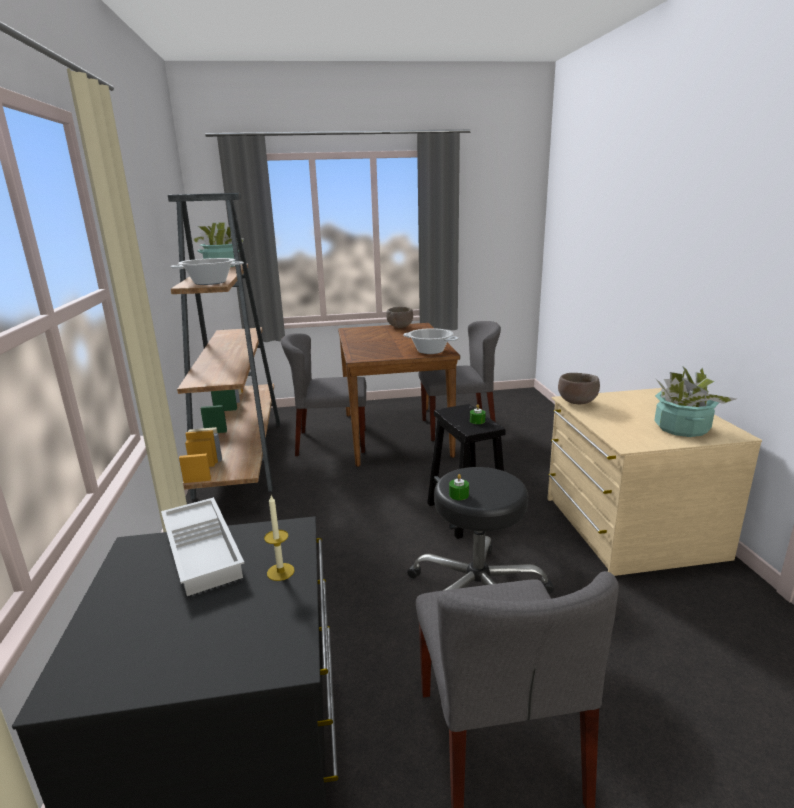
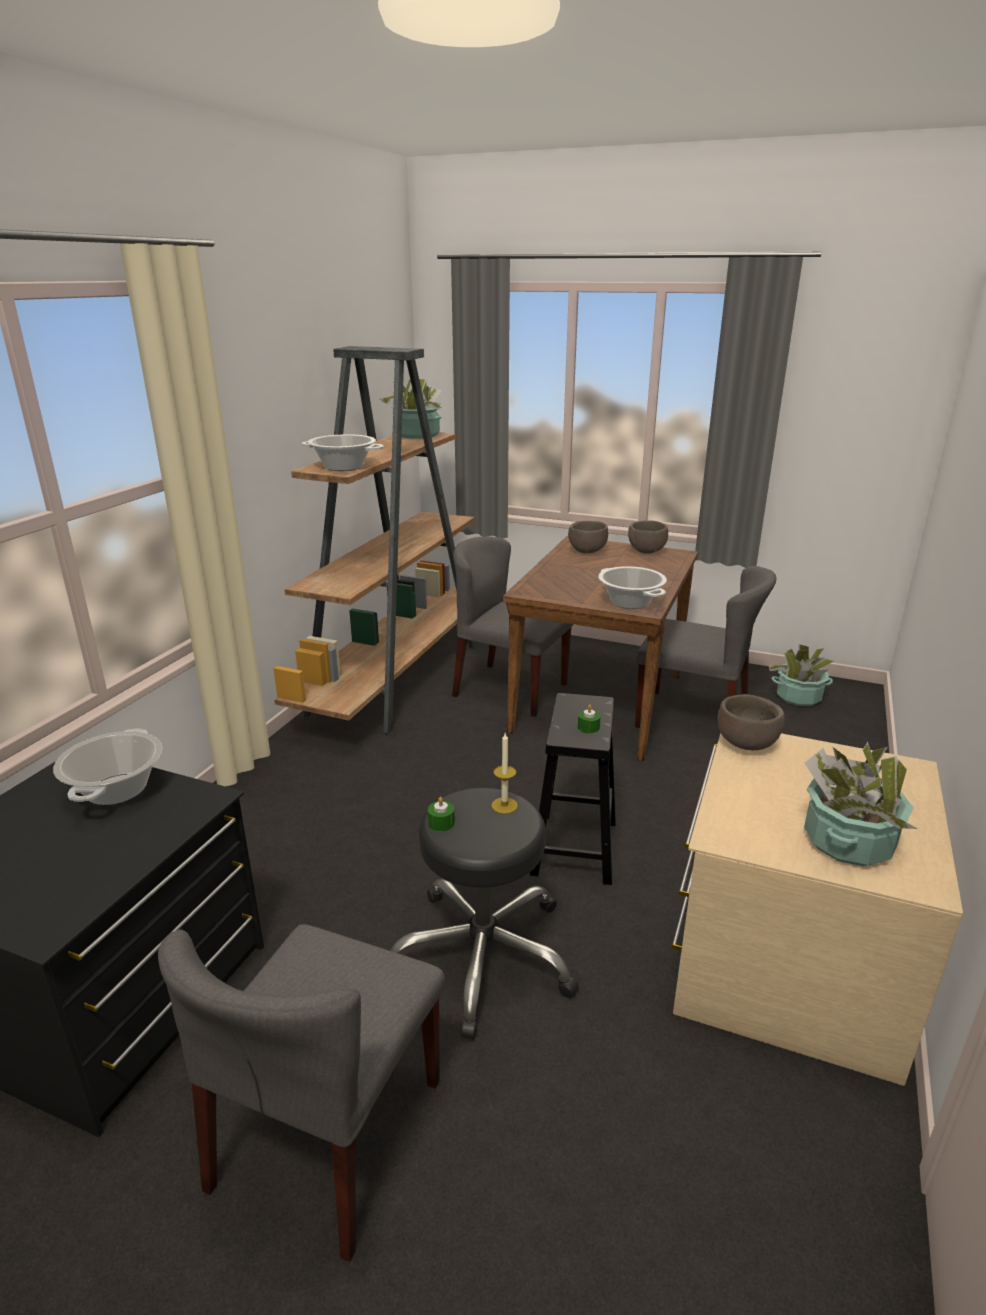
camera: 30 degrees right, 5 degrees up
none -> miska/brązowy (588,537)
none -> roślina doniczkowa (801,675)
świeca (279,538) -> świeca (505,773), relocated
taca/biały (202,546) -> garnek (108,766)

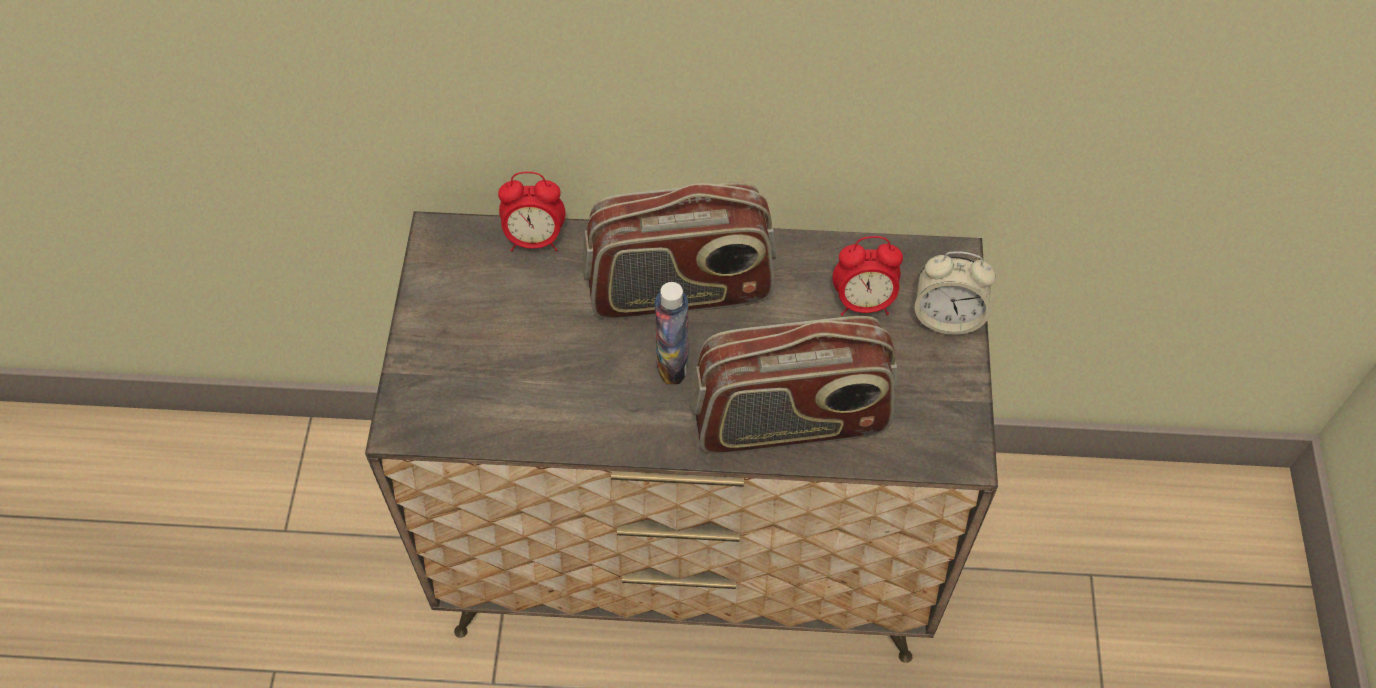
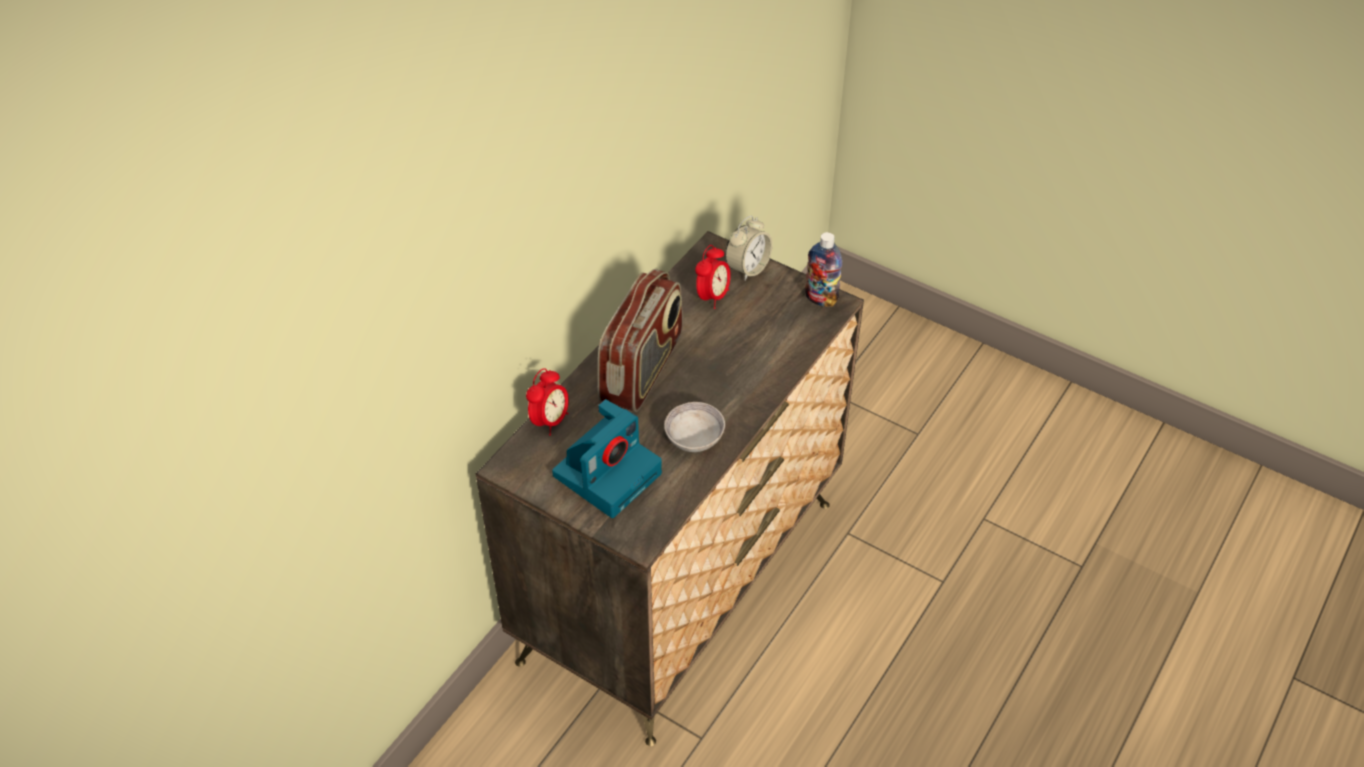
camera: 60 degrees left, 10 degrees down
radio (793,385) -> none
none -> aparat fotograficzny (607,458)
none -> miska/szary (694,427)
butelka (672,333) -> butelka (823,269), relocated

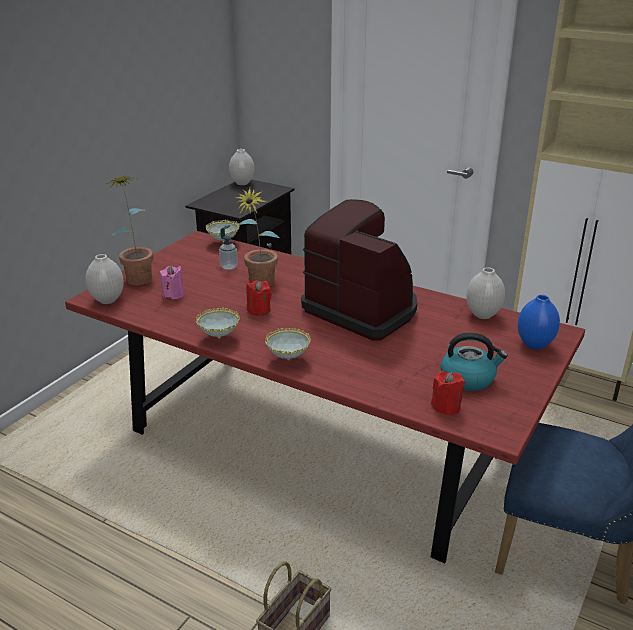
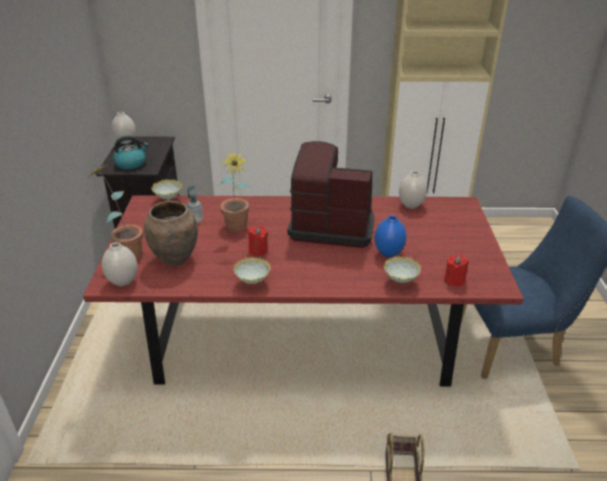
camera: 30 degrees left, 5 degrees up
miska (288,344) -> miska (402,269), relocated
czajnik (474,361) -> czajnik (131,152), relocated
wazon/niebieski (538,322) -> wazon/niebieski (390,236), relocated
świeca/różowy (172,282) -> wazon/brązowy (171,233)

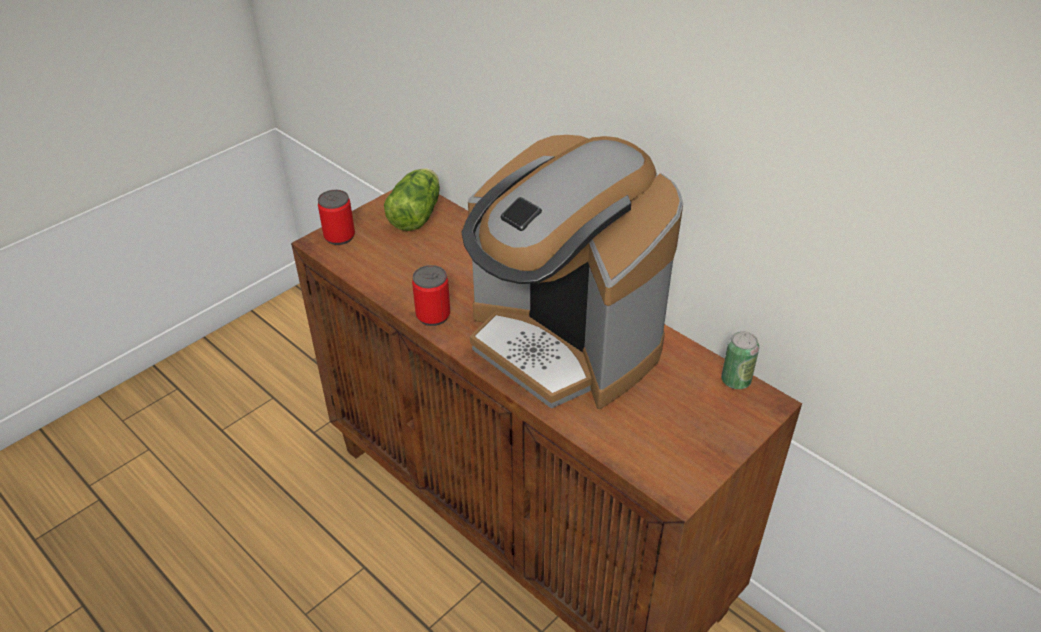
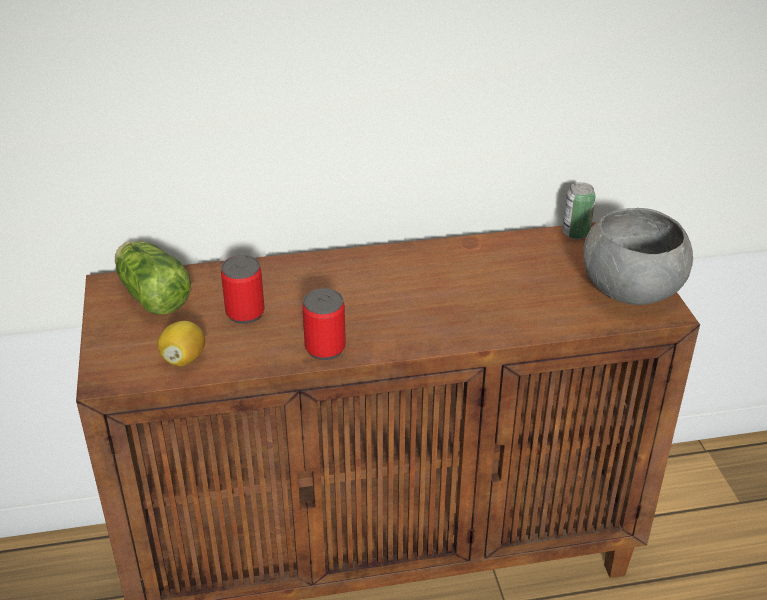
camera: 55 degrees left, 5 degrees down
ekspres do kawy (572,272) -> none
none -> cytryna (181,344)
none -> miska/szary (638,256)
puszka (336,217) -> puszka (243,289), relocated

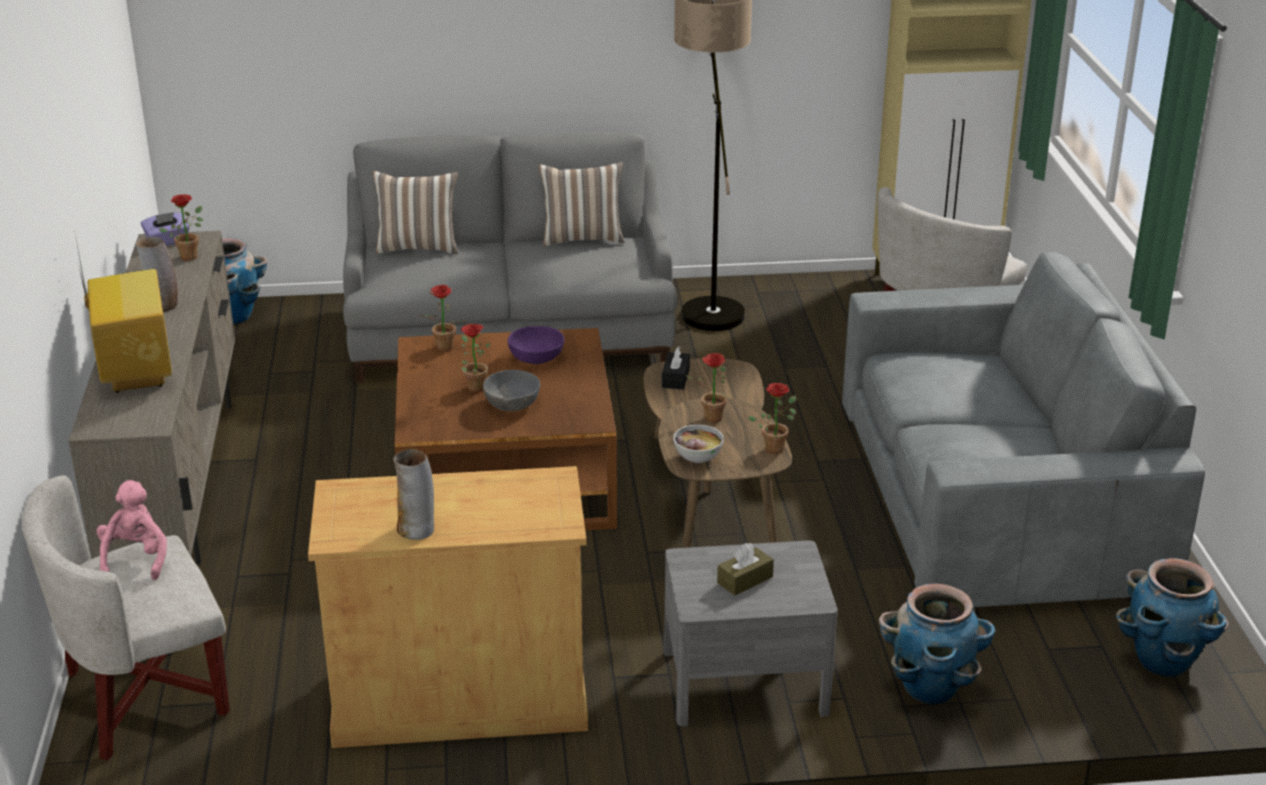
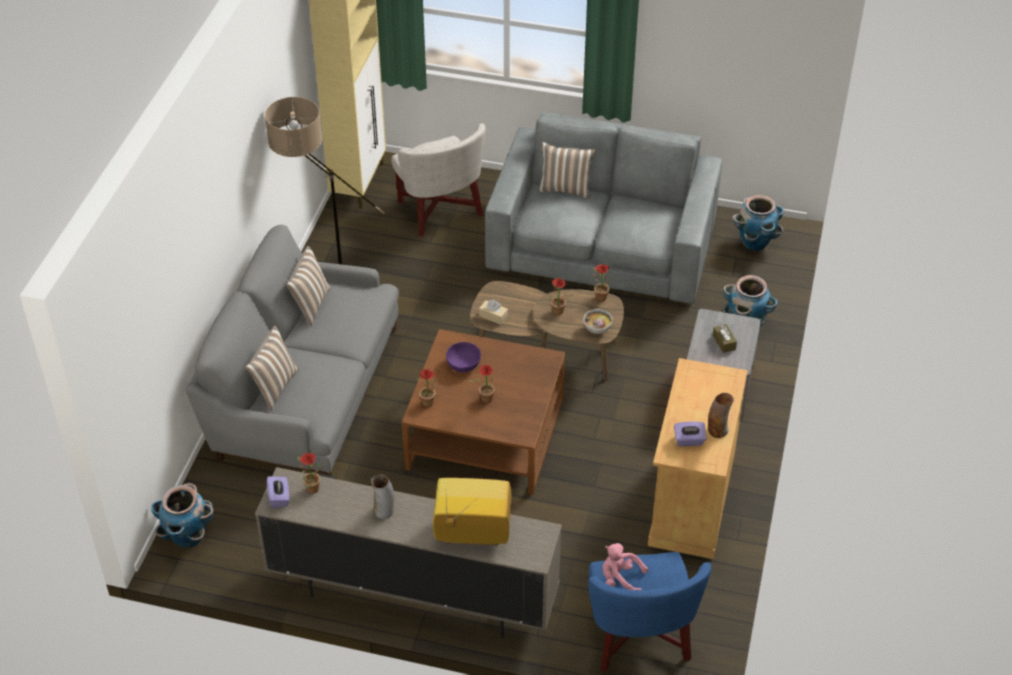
camera: 70 degrees left, 15 degrees up
miska/szary (511,390) -> none
none -> poduszka (567,170)
none -> pudełko chusteczek/fioletowy (690,434)
fotel/biały (126,617) -> fotel/niebieski (649,612)
pudełko chusteczek/czarny (676,368) -> pudełko chusteczek/beżowy (493,312)

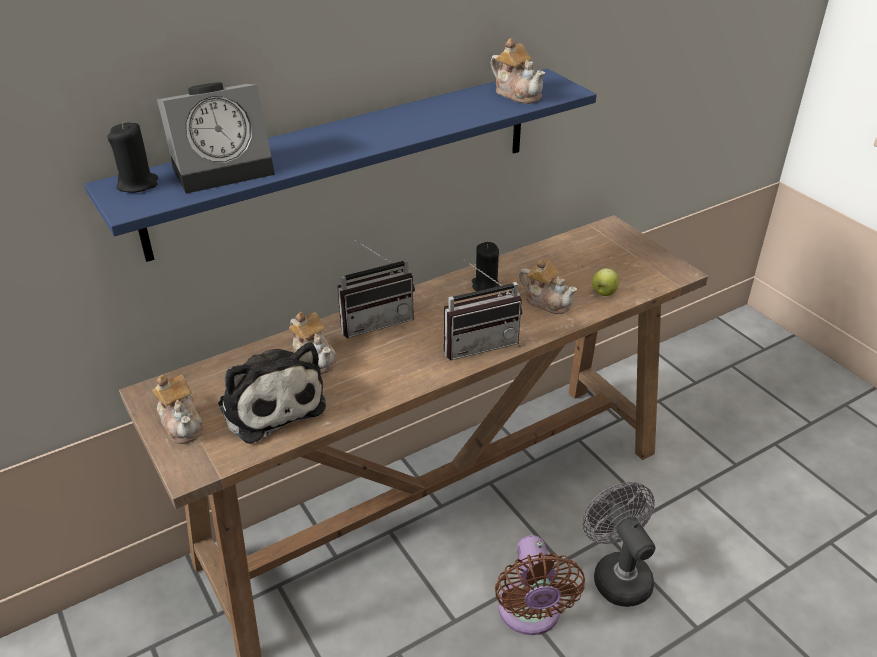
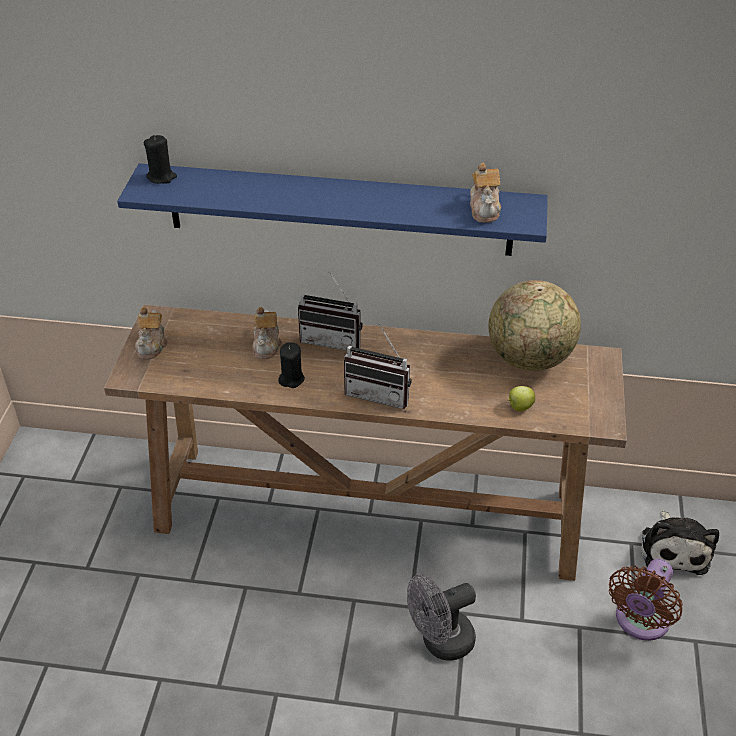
camera: 40 degrees right, 5 degrees up
budzik (216,138) -> none
imbryk (548,286) -> none
none -> globus (534,325)
pluszak (272,393) -> pluszak (680,542), relocated
świeca/czarny (486,266) -> świeca/czarny (291,365), relocated
wentylator/brązowy (540,585) -> wentylator/brązowy (646,600), relocated
wentylator/szary (618,544) -> wentylator/szary (441,617), 135 degrees counterclockwise

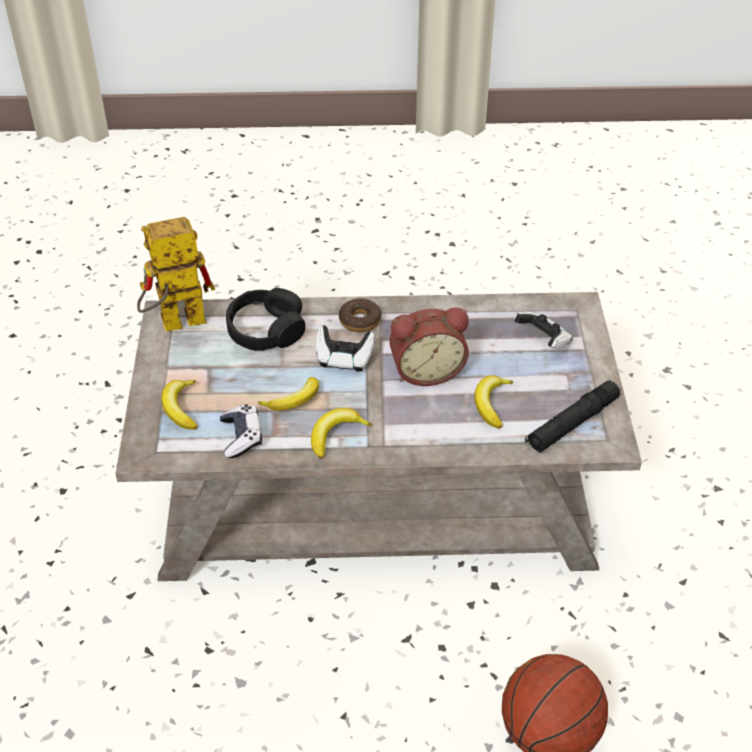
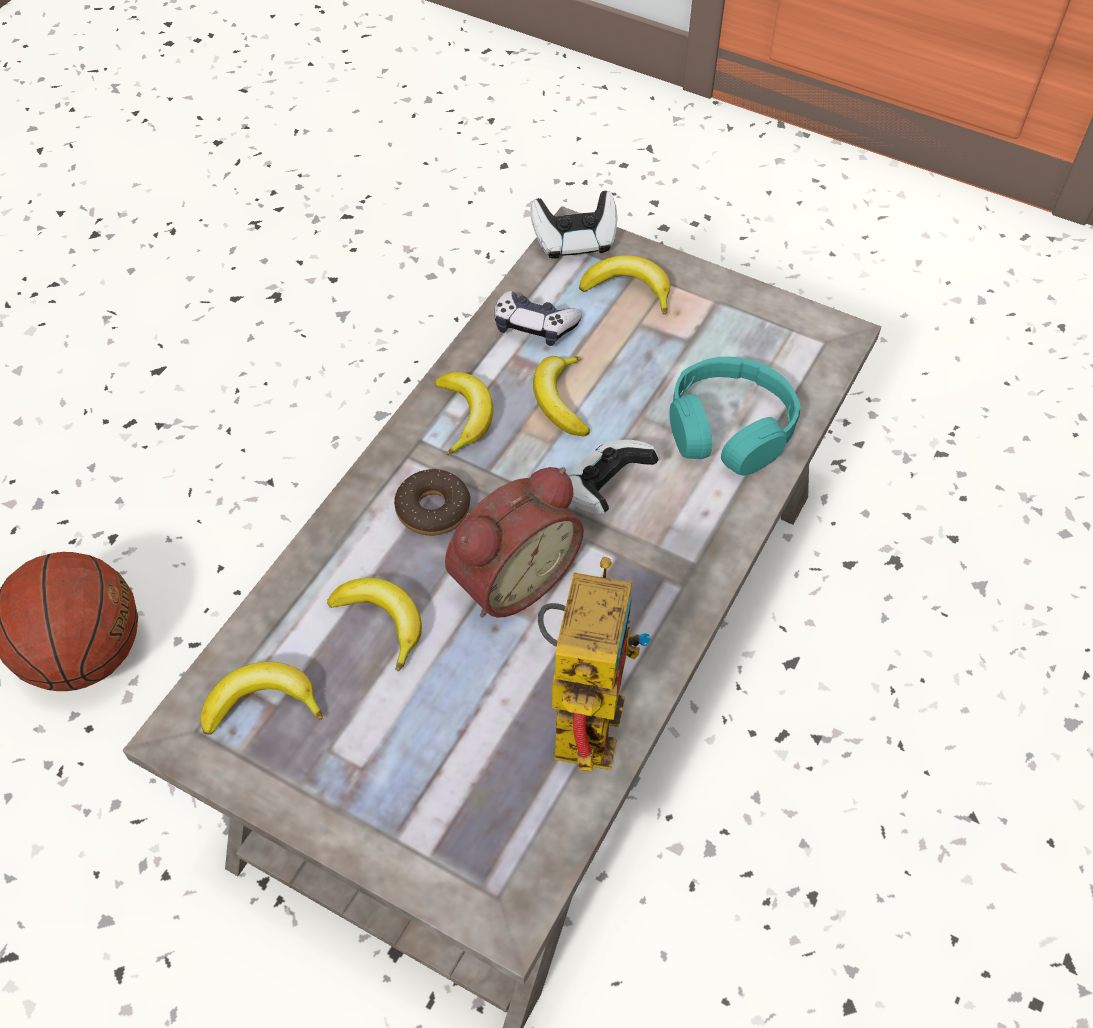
camera: 120 degrees right, 10 degrees up
robot zabawkowy (176,274) -> robot zabawkowy (594,664), relocated
donut (360,315) -> donut (432,502), relocated
pad do gier (543,329) -> pad do gier (574,225), relocated
latarka/czarny (572,416) -> banan (262,698)
słuchawki/czarny (265,319) -> słuchawki/turkusowy (735,416)
budzik (429,347) -> budzik (514,542), 150 degrees counterclockwise

